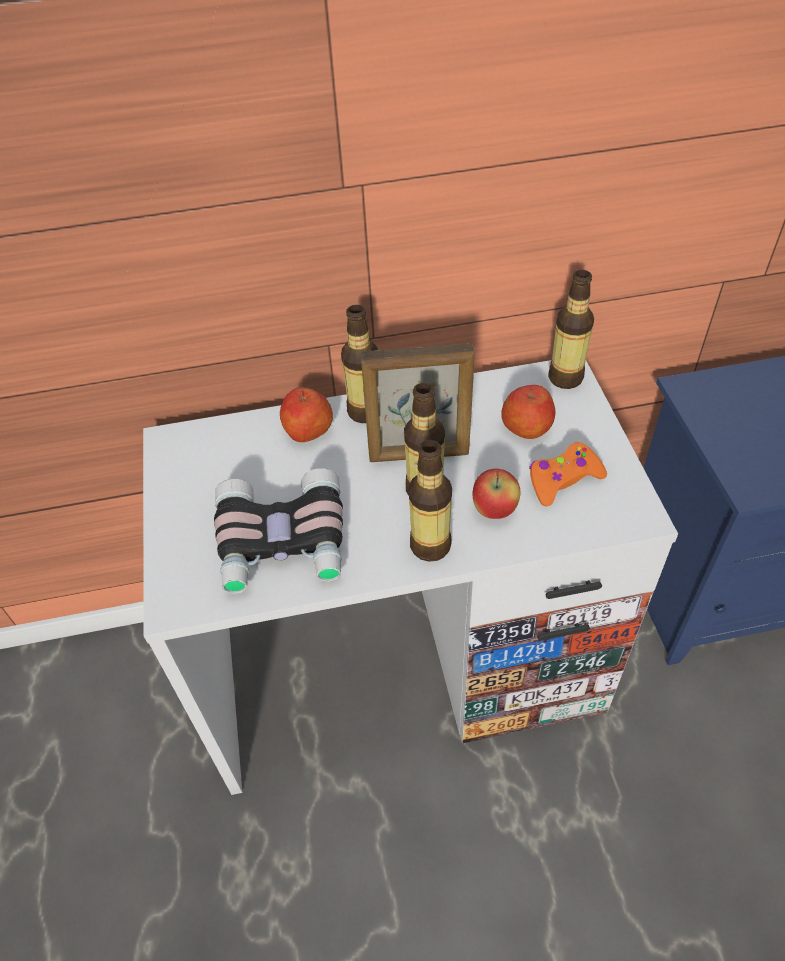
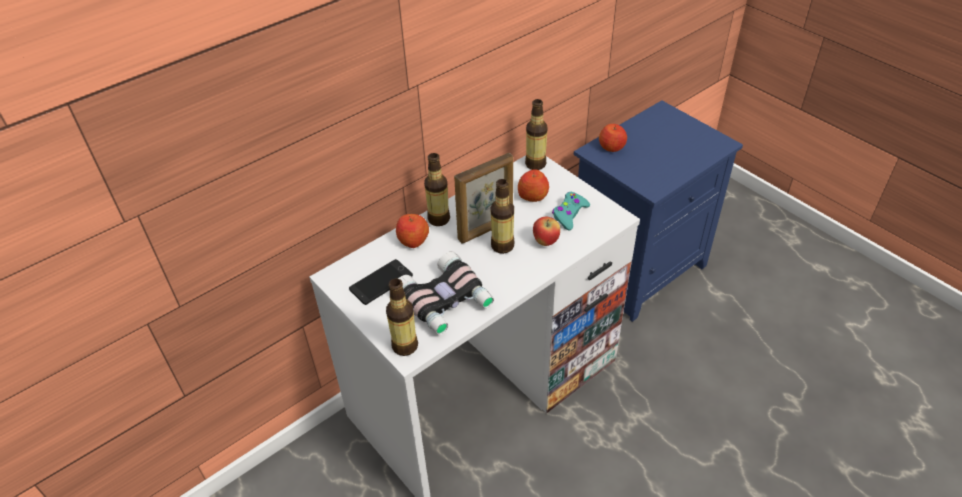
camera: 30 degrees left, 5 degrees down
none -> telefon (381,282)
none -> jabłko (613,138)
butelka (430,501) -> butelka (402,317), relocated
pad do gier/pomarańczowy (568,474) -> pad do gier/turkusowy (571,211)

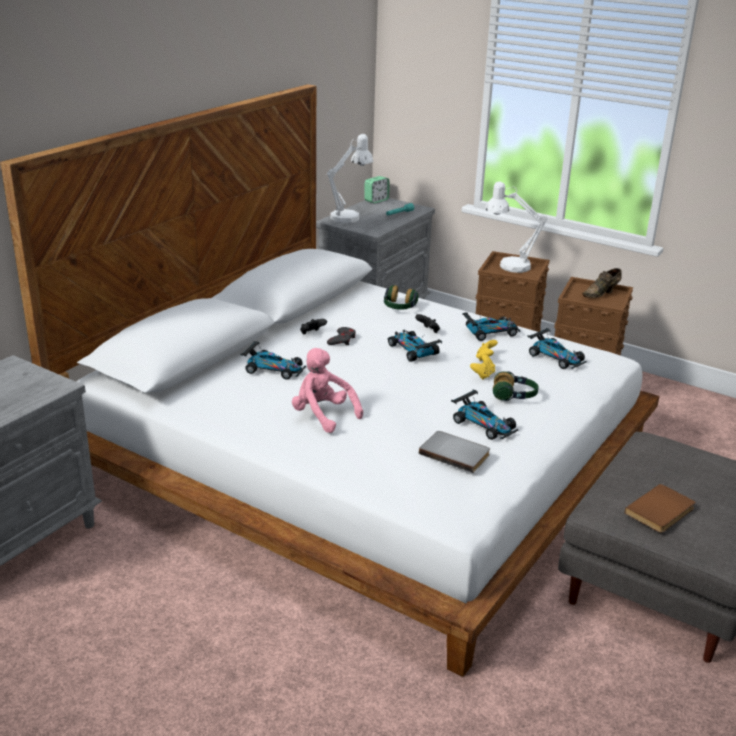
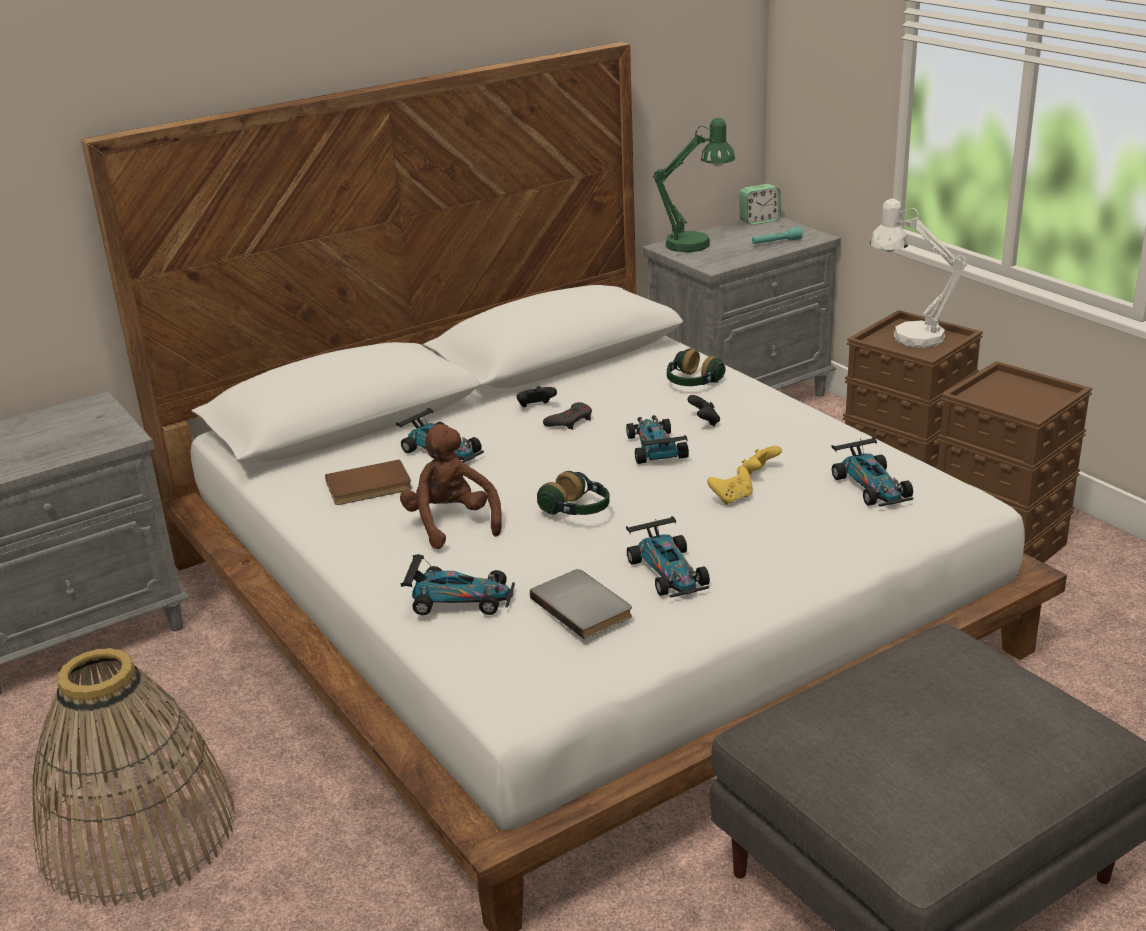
camera: 25 degrees right, 0 degrees up
but/brązowy (602,283) -> none
none -> koszyk (133,777)
samochodzik (491,326) -> samochodzik (458,584), relocated
słuchawki (516,386) -> słuchawki (573,493), relocated
książka/brązowy (660,508) -> książka/brązowy (368,482), relocated
pluszak/różowy (327,390) -> pluszak/brązowy (451,486)
lampa stołowa/biały (350,179) -> lampa stołowa/zielony (694,185)

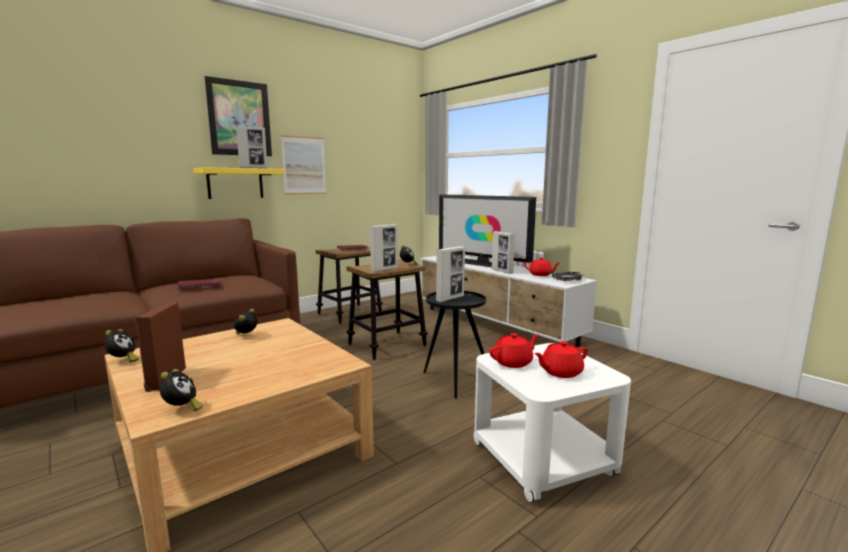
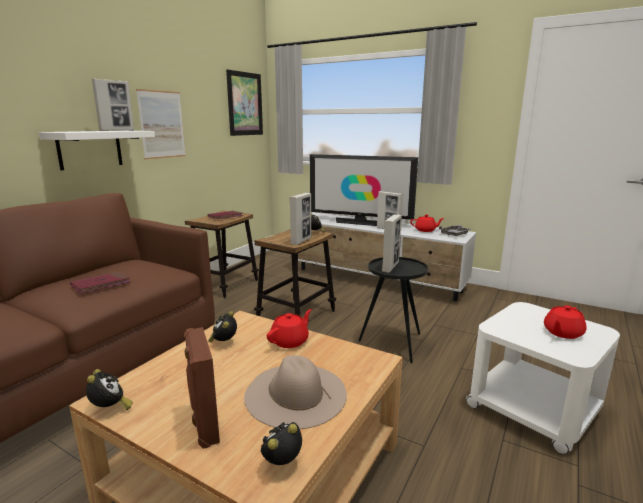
camera: 20 degrees left, 5 degrees up
none -> kapelusz/beżowy (295,392)
obraz (238,116) -> obraz (244,102), relocated
imbryk/czerwony (514,350) -> imbryk/czerwony (289,328), relocated
półka/żółty (239,183) -> półka/biały (97,151)
budzik (181,390) -> budzik (281,443), 105 degrees counterclockwise

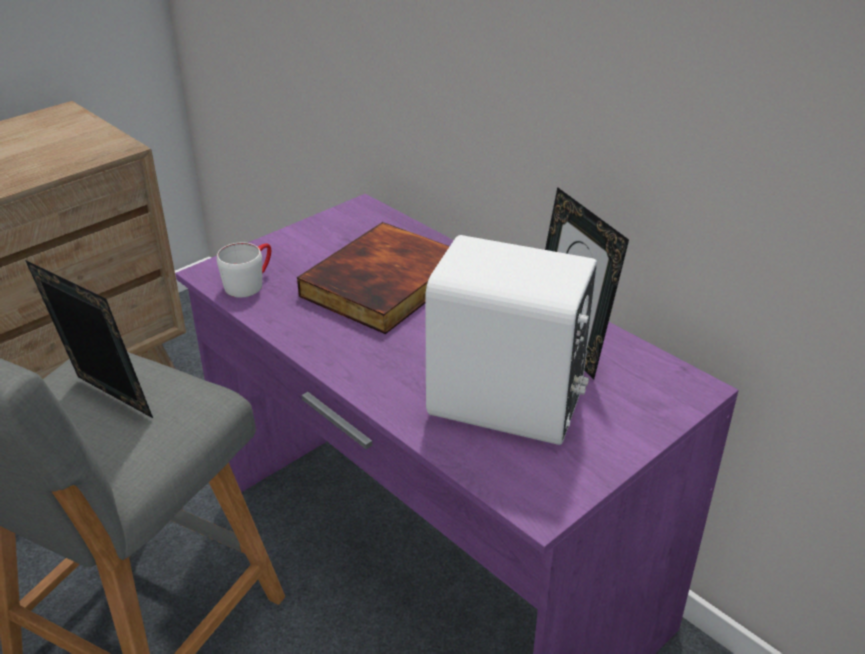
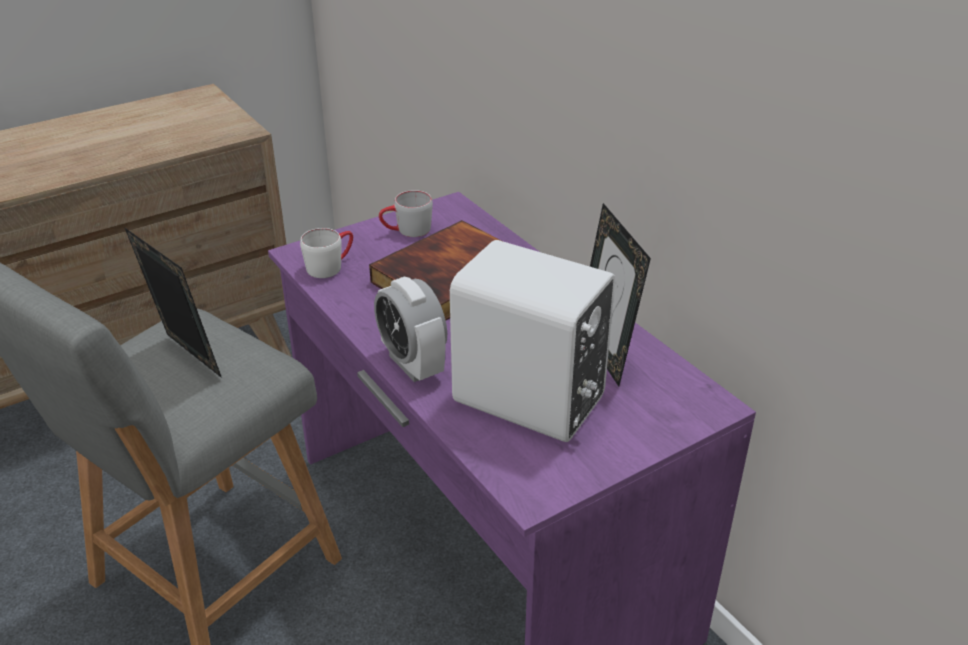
camera: 10 degrees right, 0 degrees up
none -> budzik (410,329)
none -> kubek/szary (406,213)

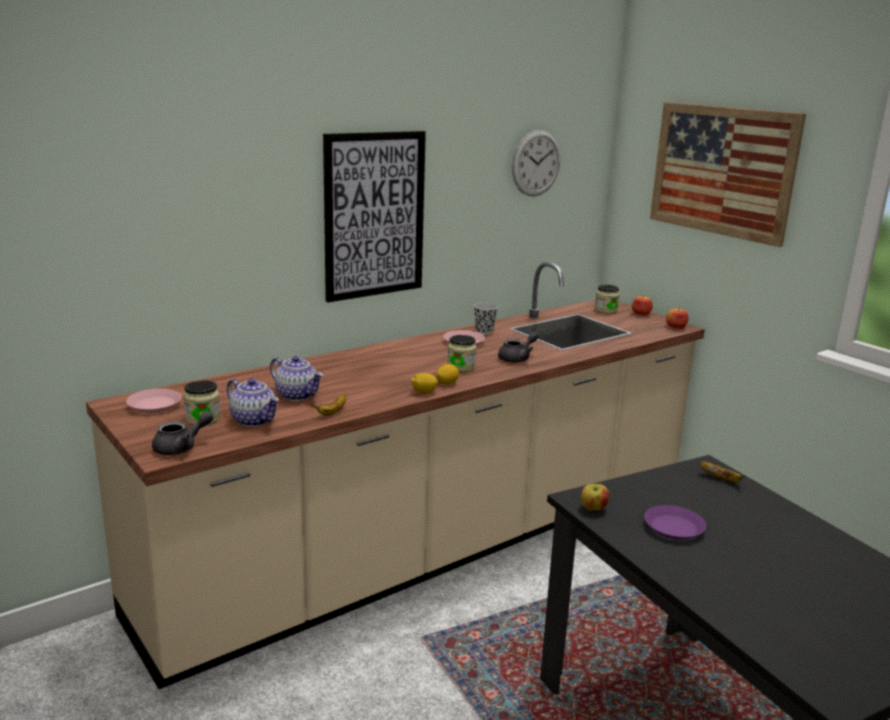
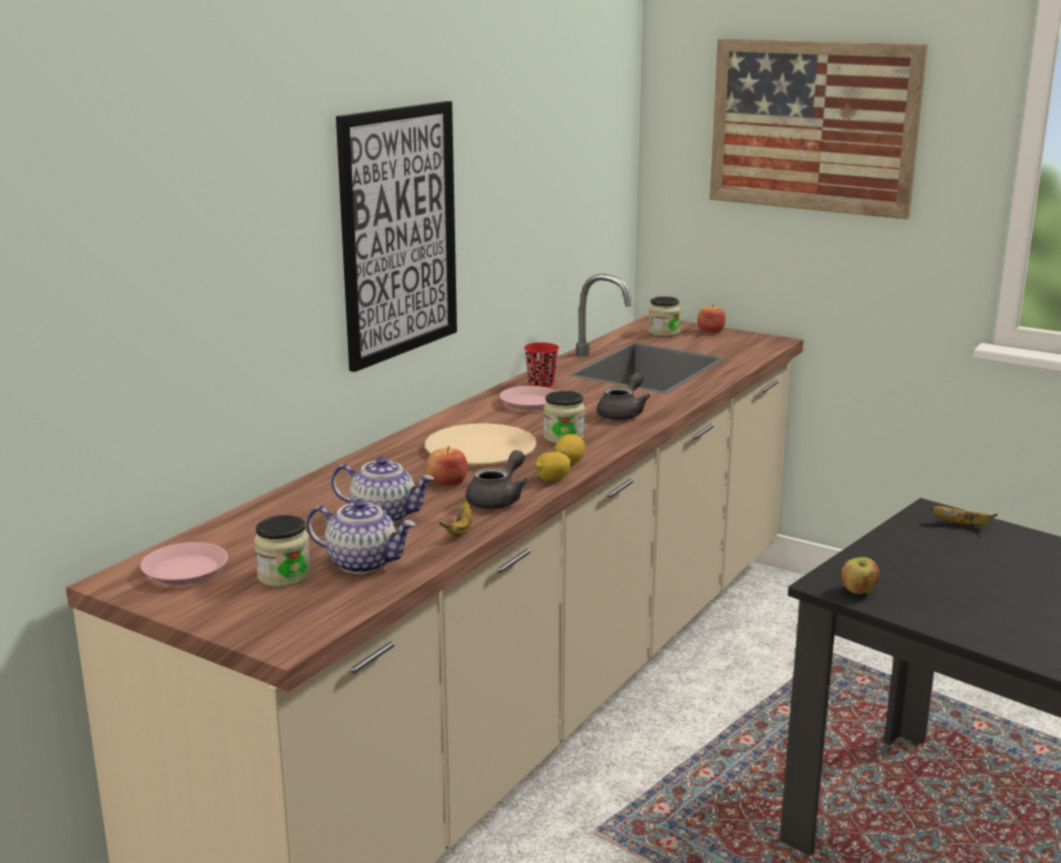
camera: 20 degrees left, 0 degrees up
zegar ścienny (536,163) -> none
talerz/fioletowy (675,522) -> none
none -> talerz/beżowy (481,443)
imbryk/szary (182,433) -> imbryk/szary (497,479), relocated
jabłko (677,318) -> jabłko (447,466), relocated
filiżanka/czarny (486,318) -> filiżanka/czerwony (541,365)

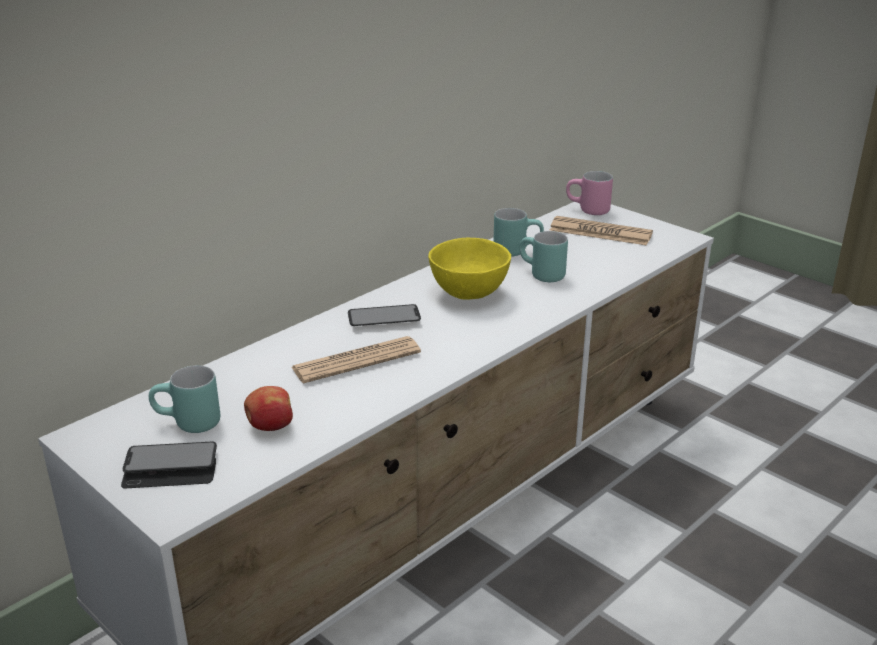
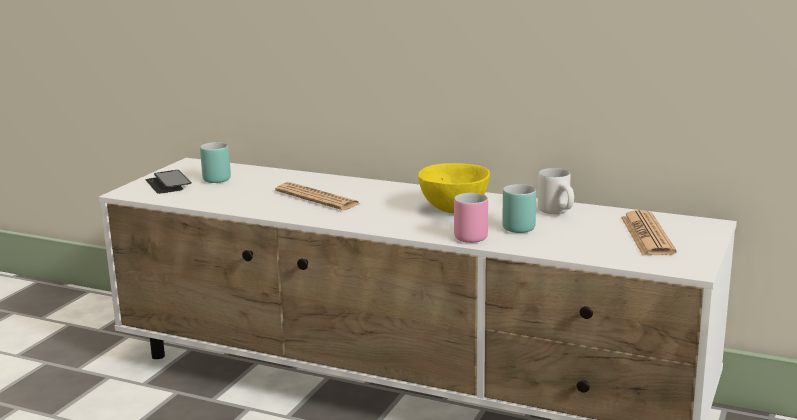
camera: 70 degrees right, 10 degrees down
jabłko (268,408) -> none
telefon (384,315) -> none
kubek/różowy (589,193) -> kubek/różowy (471,218), relocated
kubek/turkusowy (518,232) -> kubek/biały (556,191)

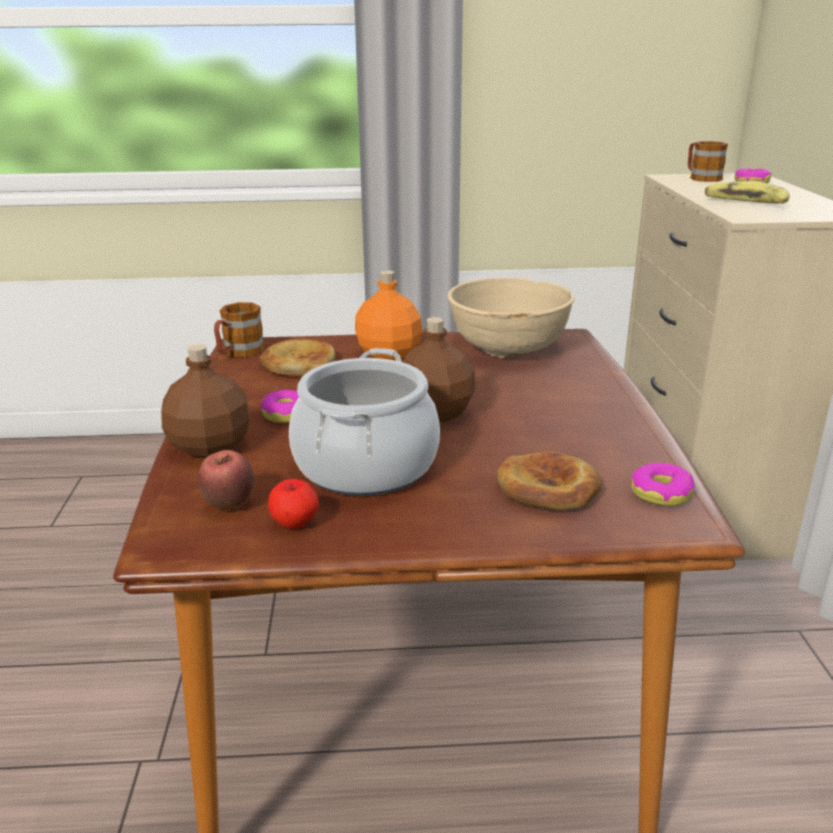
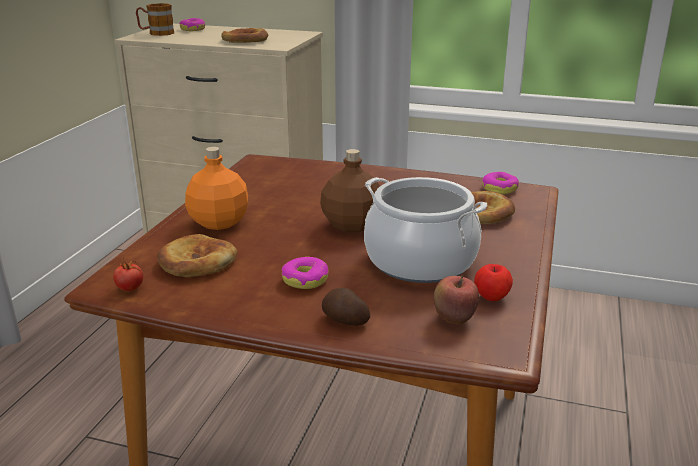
camera: 70 degrees left, 0 degrees up
miska/beżowy (511,317) -> none
butelka/brązowy (205,401) -> ziemniak (346,307)
kubek (239,329) -> pomidor (128,274)
banan (747,192) -> chleb (244,35)

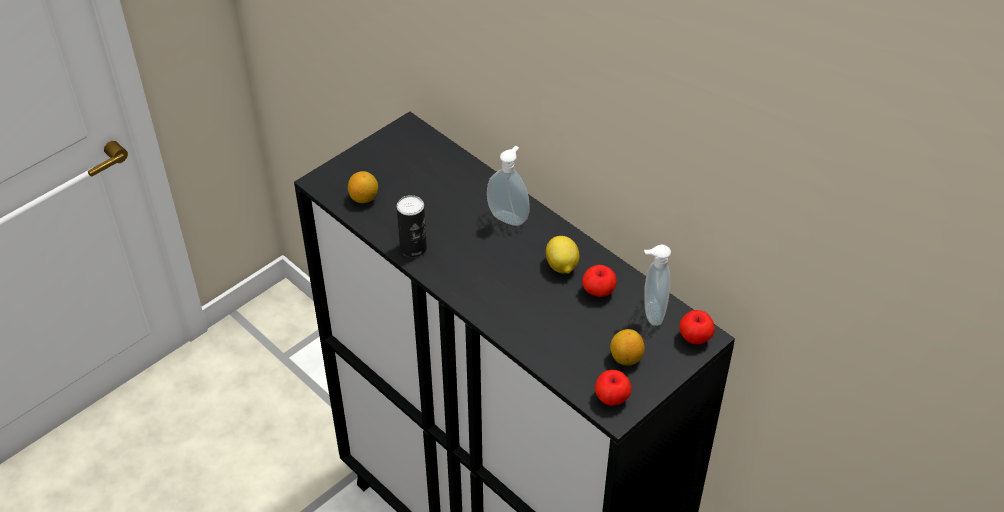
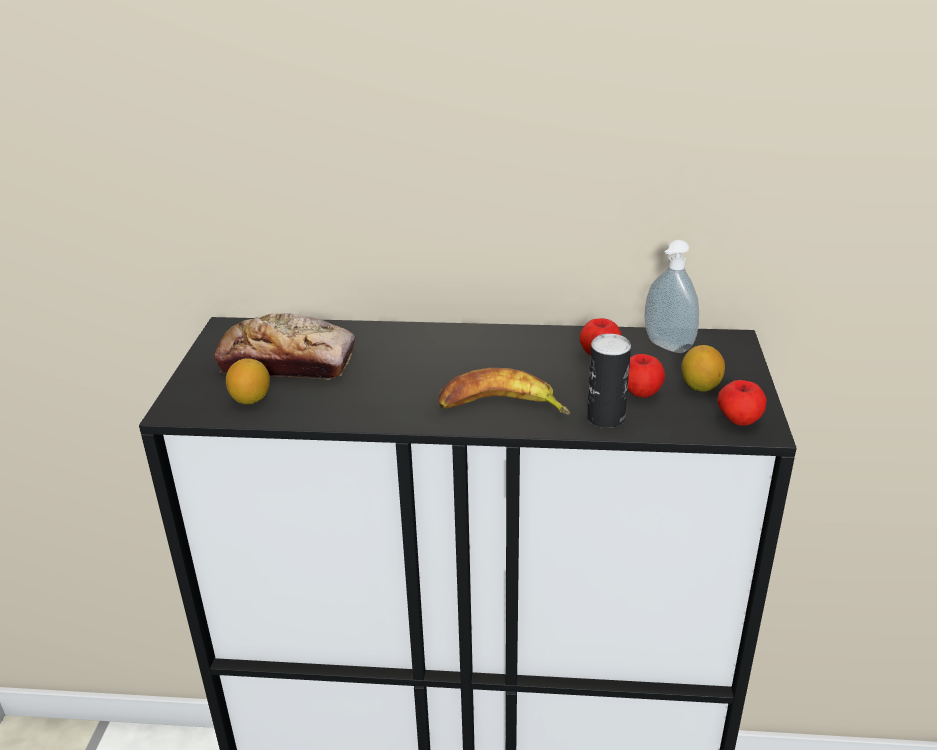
camera: 40 degrees left, 15 degrees down
dozownik mydła (508,186) -> none
cytryna (562,255) -> none
none -> chleb (284,346)
none -> banan (504,391)
puszka (412,226) -> puszka (609,381), relocated
jabłko (697,327) -> jabłko (646,376), relocated

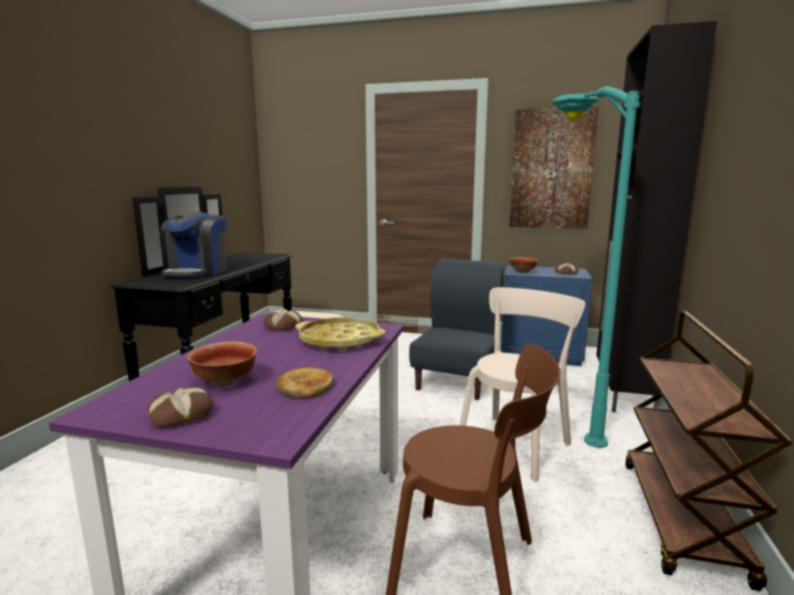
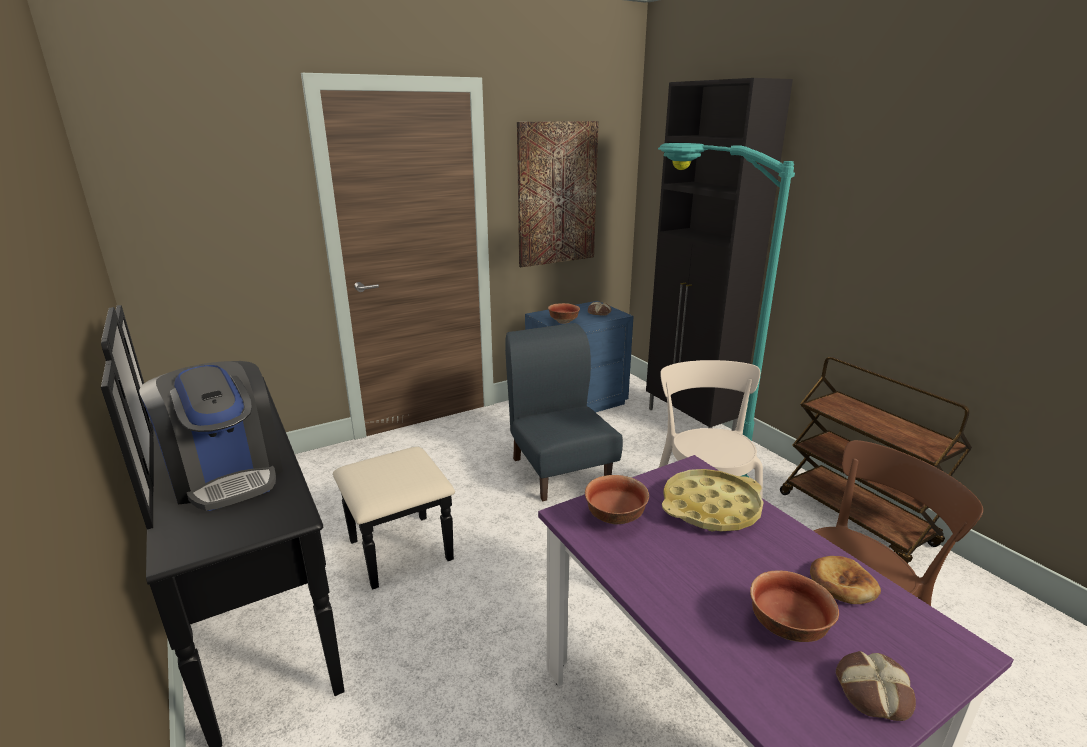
camera: 45 degrees left, 10 degrees up
chleb (283,319) -> miska (617,499)

